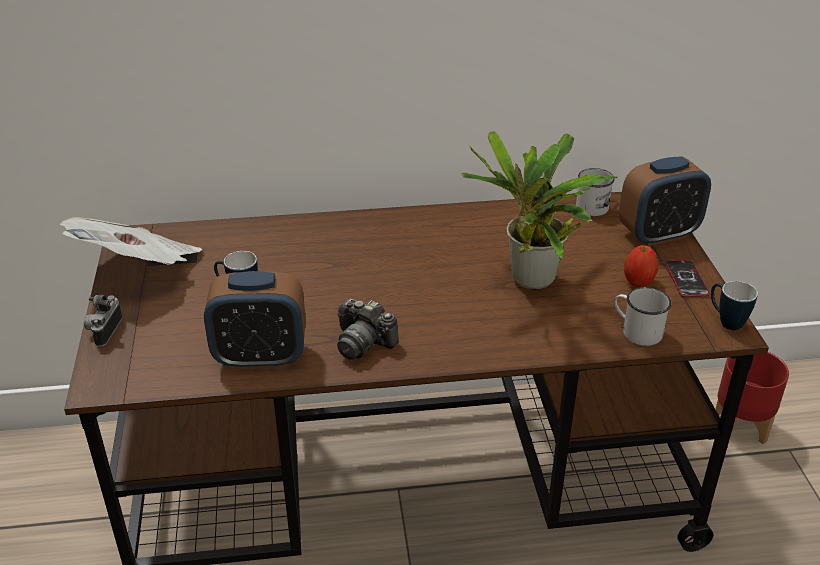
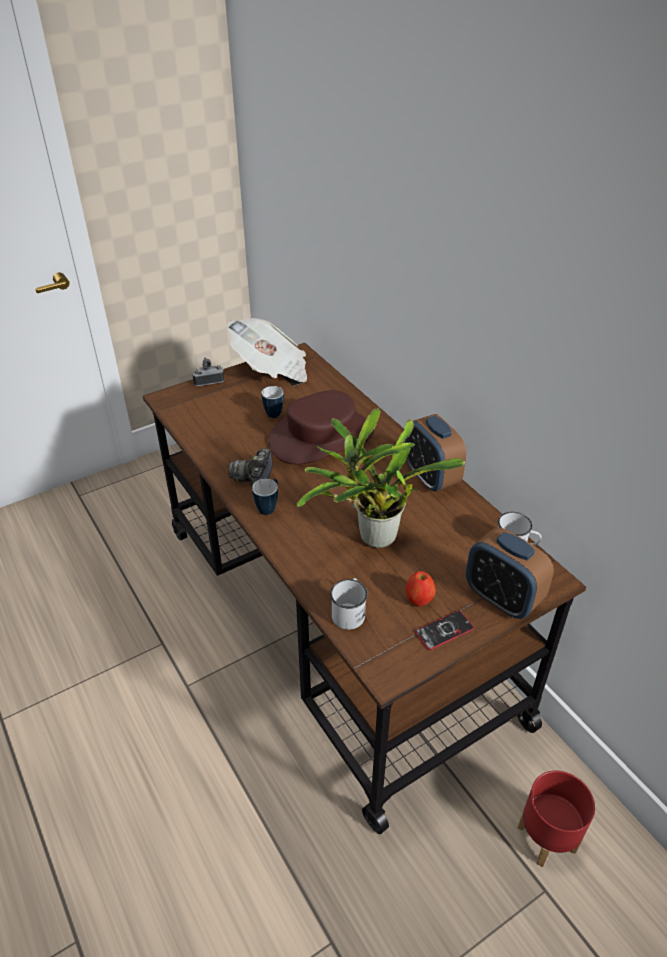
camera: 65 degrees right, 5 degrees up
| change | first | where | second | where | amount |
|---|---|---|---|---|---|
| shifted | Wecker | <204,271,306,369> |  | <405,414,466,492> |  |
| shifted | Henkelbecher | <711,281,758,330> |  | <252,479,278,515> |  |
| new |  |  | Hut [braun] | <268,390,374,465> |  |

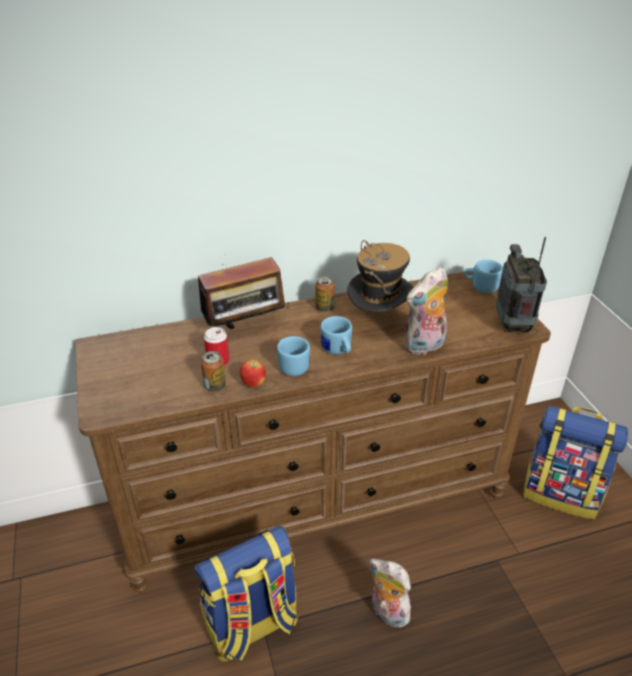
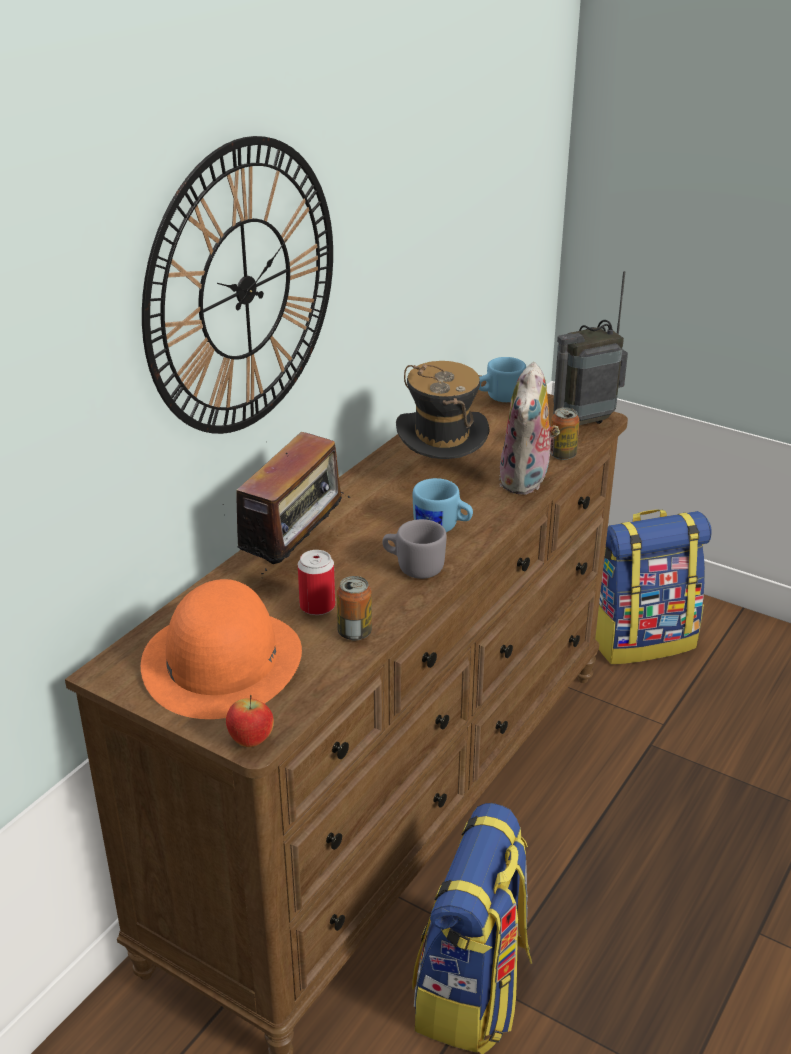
camera: 40 degrees left, 5 degrees down
| change | first | where | second | where | amount |
|---|---|---|---|---|---|
| shifted | Apfel | <239,359,266,387> |  | <226,695,274,747> |  |
| repainted | Henkelbecher [blau] | <277,336,310,376> | Henkelbecher [grau] | <382,519,447,579> |  |
| shifted | Dose | <316,276,335,312> |  | <551,407,580,460> |  |
| gone | Plüschtier | <369,559,411,628> |  |  |  |
| rotated | Radio | <496,237,547,333> |  | <553,271,628,425> | 75 degrees counterclockwise |
| new |  |  | Hut [orange] | <141,579,302,719> |  |
| new |  |  | Wanduhr | <142,136,333,434> |  |

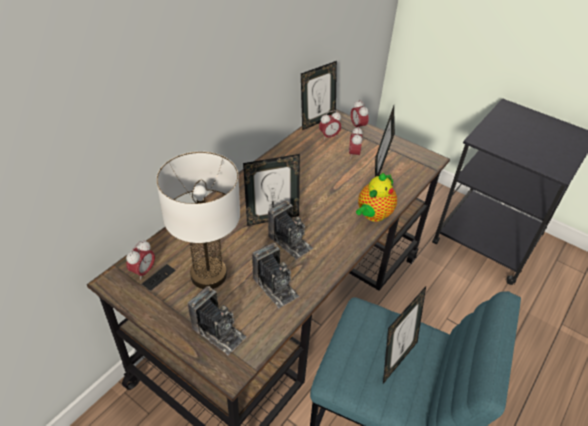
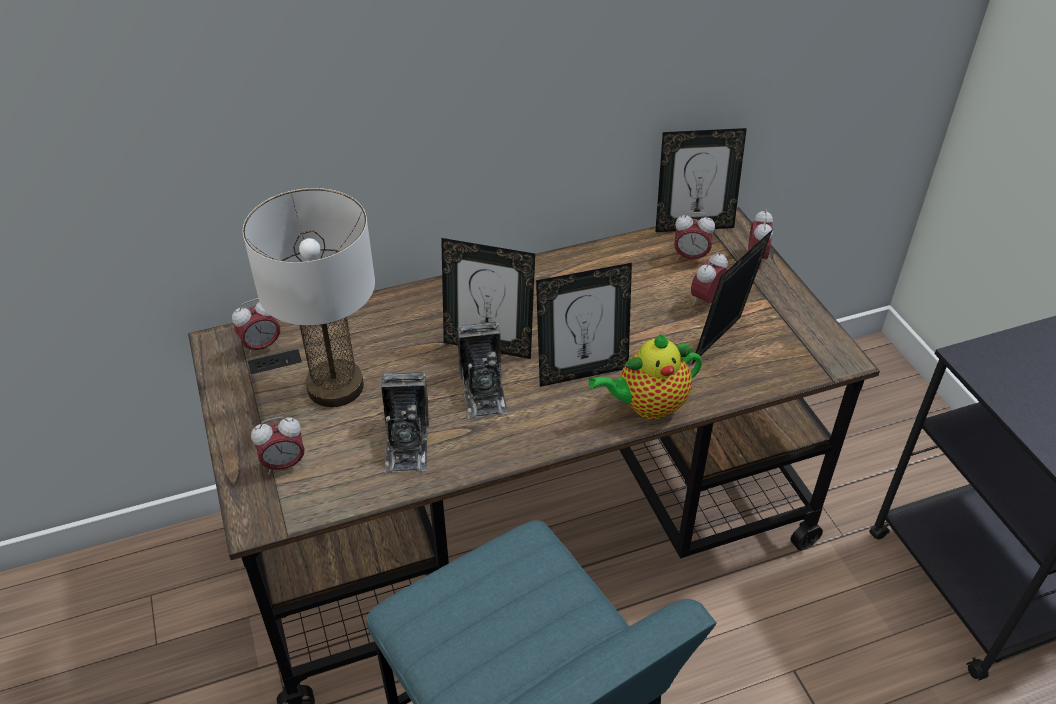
camera: 35 degrees right, 0 degrees up
| change | first | where | second | where | amount |
|---|---|---|---|---|---|
| swapped | Kamera | <188,286,247,355> | Wecker | <251,417,305,475> |  |
| shifted | Bilderrahmen | <383,286,426,384> |  | <536,263,632,387> |  |

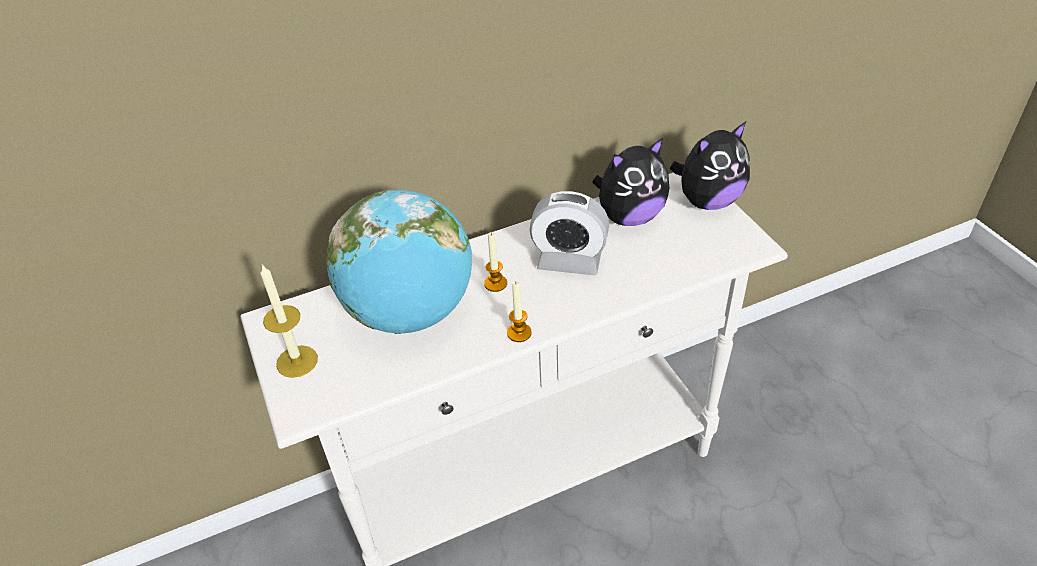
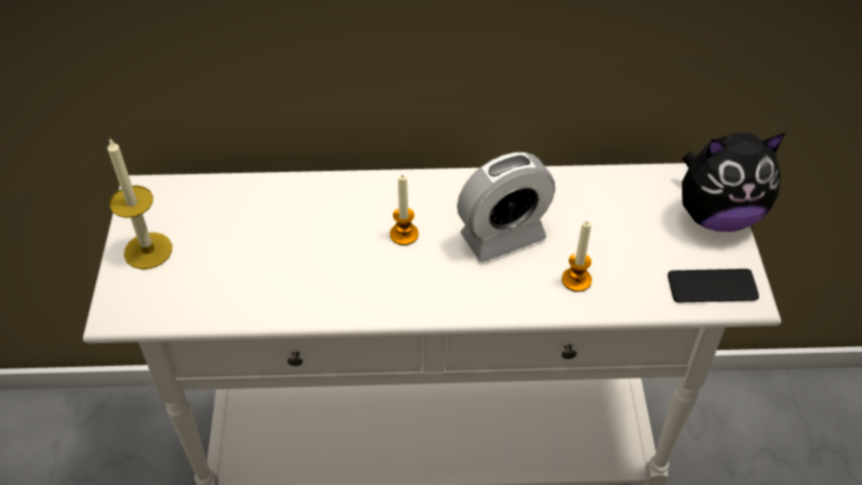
camera: 20 degrees right, 5 degrees up
| change | first | where | second | where | amount |
|---|---|---|---|---|---|
| gone | Globus | <326,189,472,334> |  |  |  |
| shifted | Kerze | <507,281,532,342> |  | <562,221,592,292> |  |
| rotated | Wecker | <530,191,609,276> |  | <457,152,555,262> | 60 degrees counterclockwise |
| gone | Plüschtier | <592,138,669,226> |  |  |  |
| new |  |  | Handy | <668,269,759,302> |  |

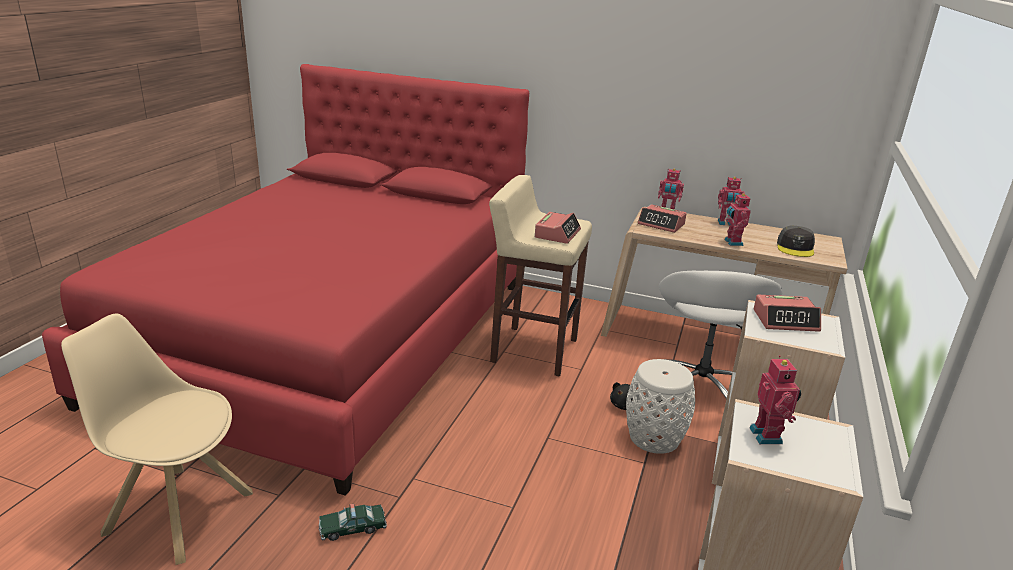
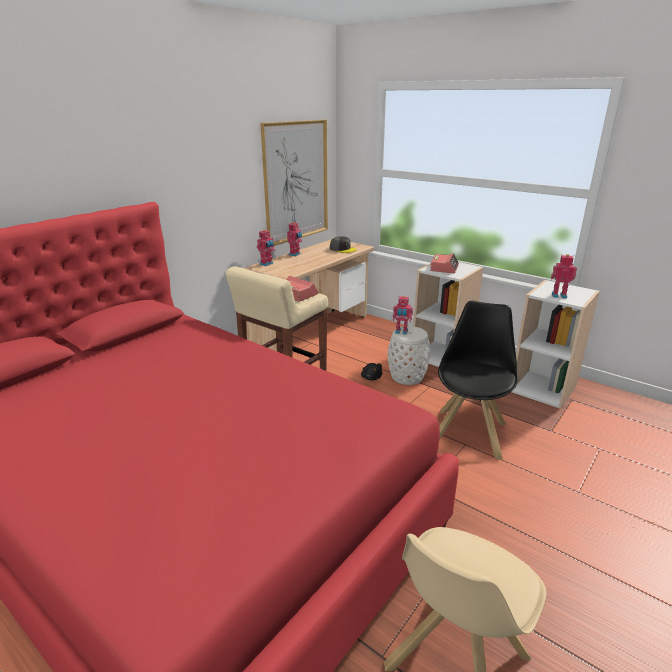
camera: 70 degrees left, 0 degrees up
| change | first | where | second | where | amount |
|---|---|---|---|---|---|
| gone | Spielzeugauto | <319,504,387,541> |  |  |  |
| gone | Wecker | <638,204,687,233> |  |  |  |
| gone | Bürostuhl [weiß] | <659,271,782,402> |  |  |  |
| shifted | Spielzeugroboter | <725,192,751,246> |  | <393,296,413,335> |  |
| new |  |  | Bild | <260,120,328,246> |  |
| new |  |  | Stuhl [schwarz] | <438,301,518,460> |  |

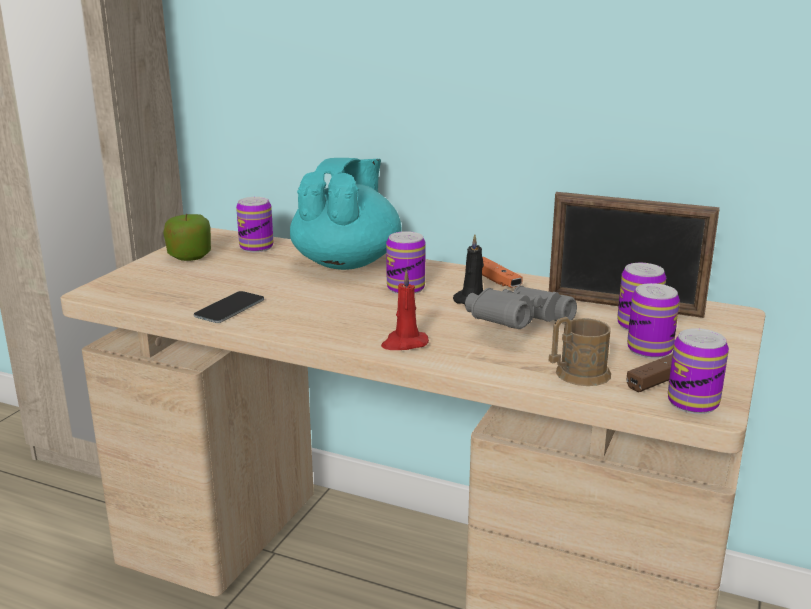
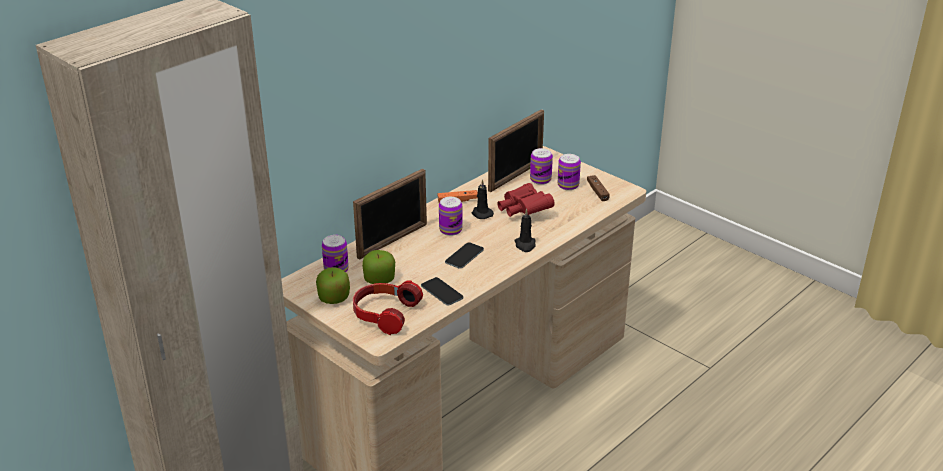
camera: 70 degrees left, 10 degrees up
| change | first | where | second | where | amount |
|---|---|---|---|---|---|
| swapped | Teekanne [türkis] | <290,158,401,270> | Bilderrahmen | <353,169,427,260> |  |
| repainted | Kerze [rot] | <381,270,429,350> | Kerze [schwarz] | <514,209,536,252> |  |
| repainted | Fernglas [grau] | <465,285,577,329> | Fernglas [rot] | <497,183,555,217> |  |
| gone | Henkelbecher [braun] | <549,317,611,386> |  |  |  |
| gone | Dose | <668,328,729,414> |  |  |  |
| new |  |  | Kopfhörer | <353,280,423,335> |  |
| new |  |  | Apfel | <362,250,395,284> |  |
| new |  |  | Handy | <445,242,484,269> |  |

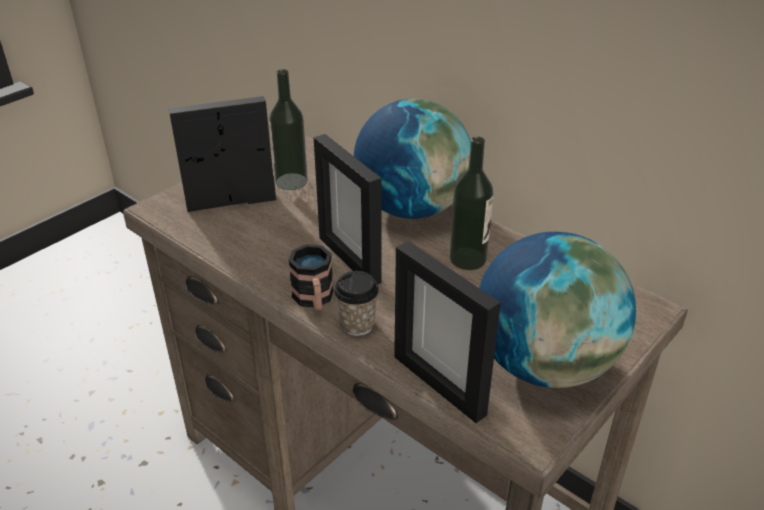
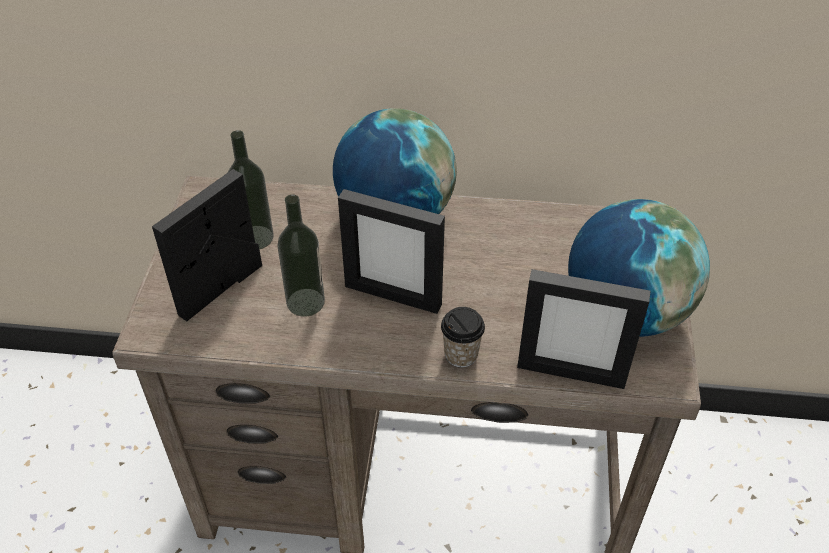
camera: 35 degrees left, 10 degrees up
| change | first | where | second | where | amount |
|---|---|---|---|---|---|
| gone | Henkelbecher | <288,244,333,311> |  |  |  |
| shifted | Flasche | <450,137,494,270> |  | <277,194,325,317> |  |

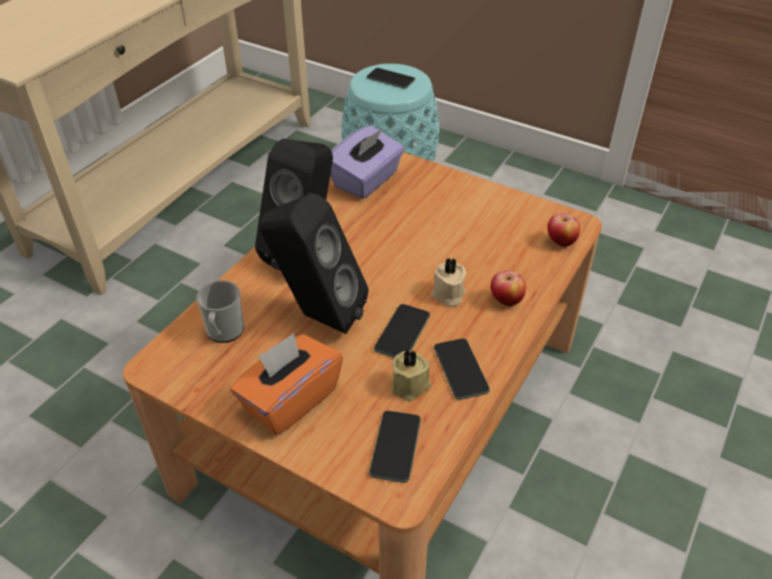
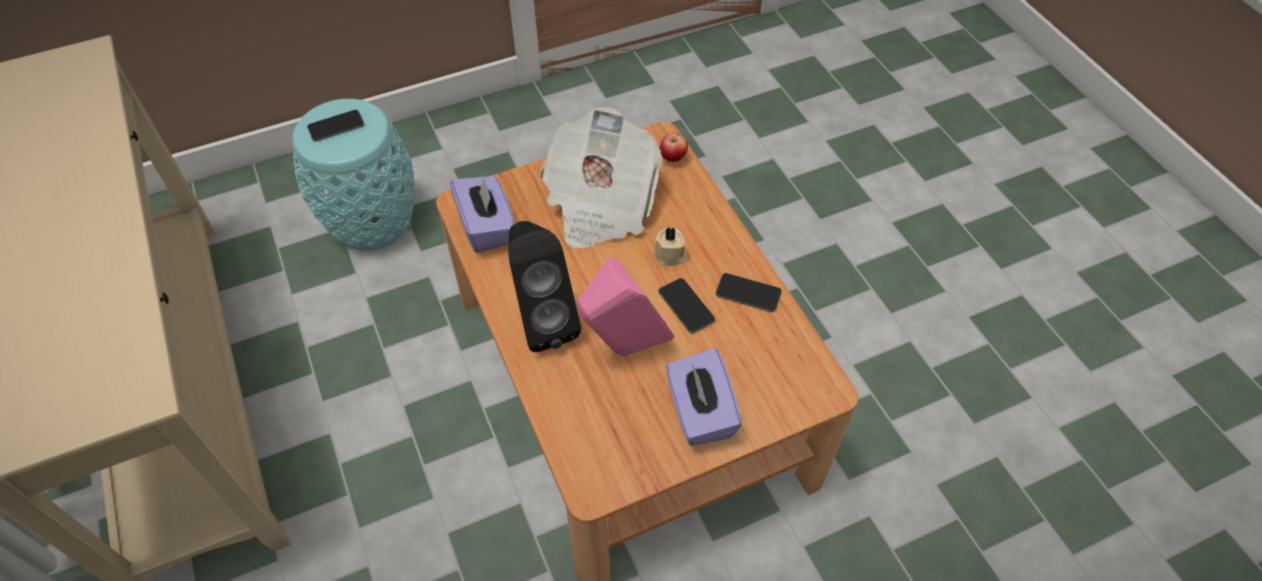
camera: 55 degrees left, 10 degrees up
| change | first | where | second | where | amount |
|---|---|---|---|---|---|
| gone | Henkelbecher | <196,280,244,343> |  |  |  |
| repainted | Taschentuchbox [orange] | <230,333,343,435> | Taschentuchbox [lila] | <666,348,742,446> |  |
| repainted | Lautsprecher [schwarz] | <260,193,369,334> | Lautsprecher [rosa] | <577,257,674,356> |  |
| gone | Handy | <369,411,421,483> |  |  |  |
| gone | Kerze [beige] | <392,350,431,401> |  |  |  |
| gone | Apfel | <491,270,526,306> |  |  |  |
| new |  |  | Zeitung | <541,107,663,248> |  |

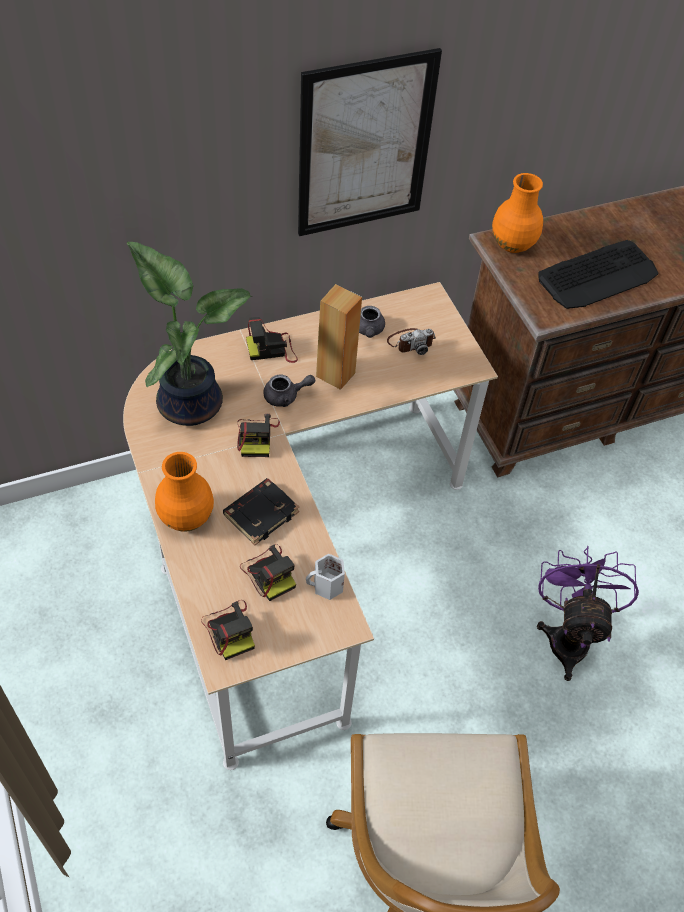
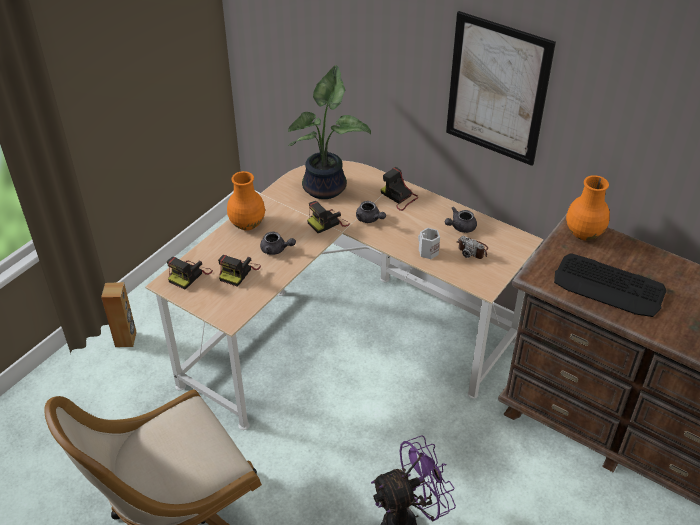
camera: 60 degrees right, 10 degrees down
| change | first | where | second | where | amount |
|---|---|---|---|---|---|
| swapped | Buch [schwarz] | <223,478,299,545> | Teekanne [grau] | <260,232,296,255> |  |
| shifted | Henkelbecher [weiß] | <306,554,345,600> |  | <418,228,440,259> |  |
| shifted | Lautsprecher [braun] | <316,284,362,390> |  | <101,282,137,347> |  |

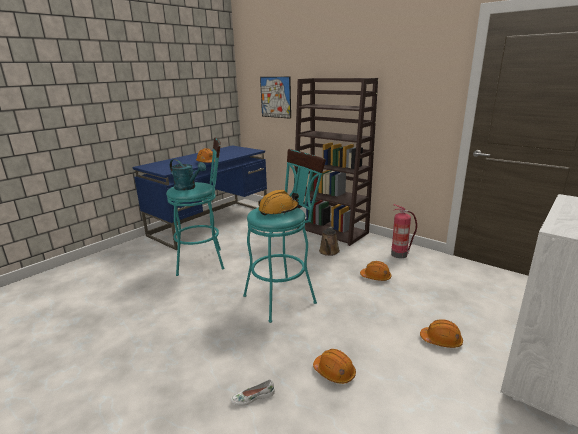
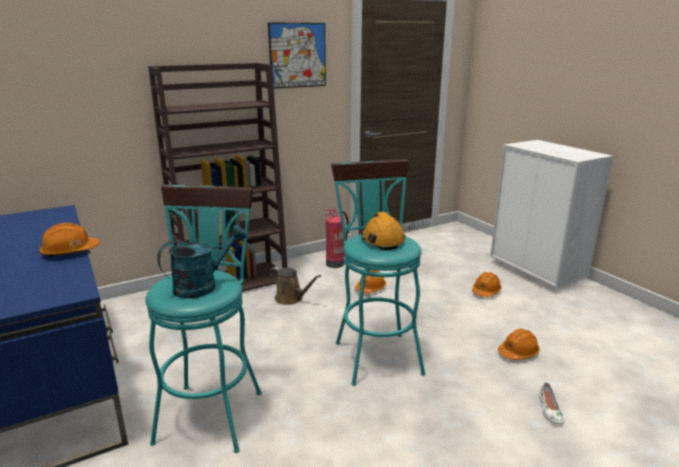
camera: 70 degrees left, 0 degrees up
| change | first | where | second | where | amount |
|---|---|---|---|---|---|
| shifted | Bild | <260,77,291,119> |  | <268,22,326,89> |  |

